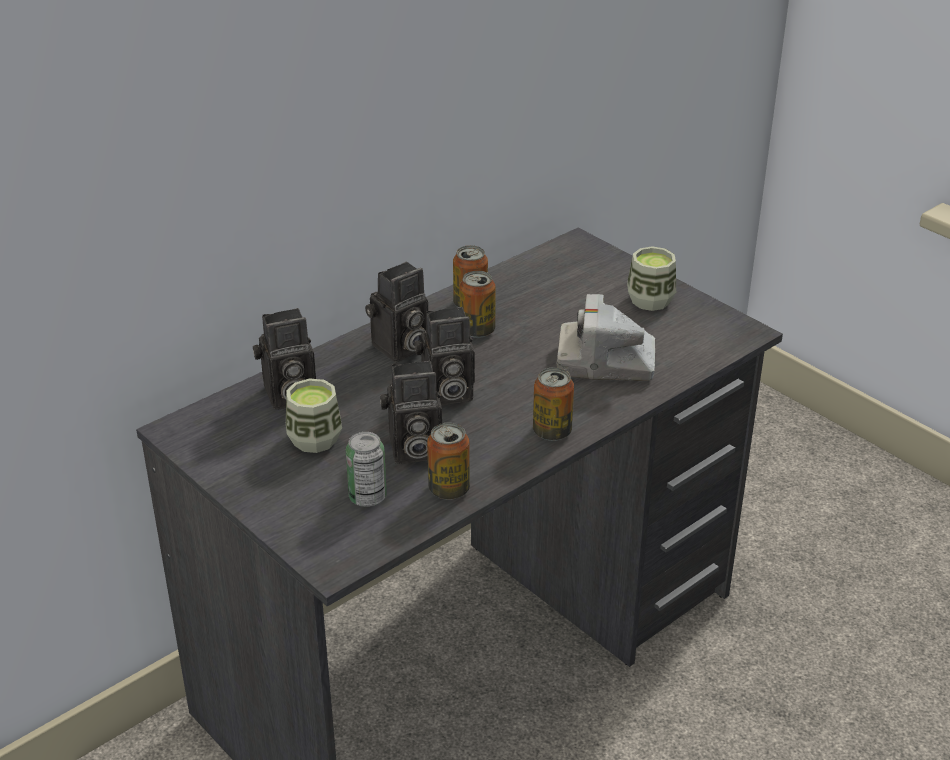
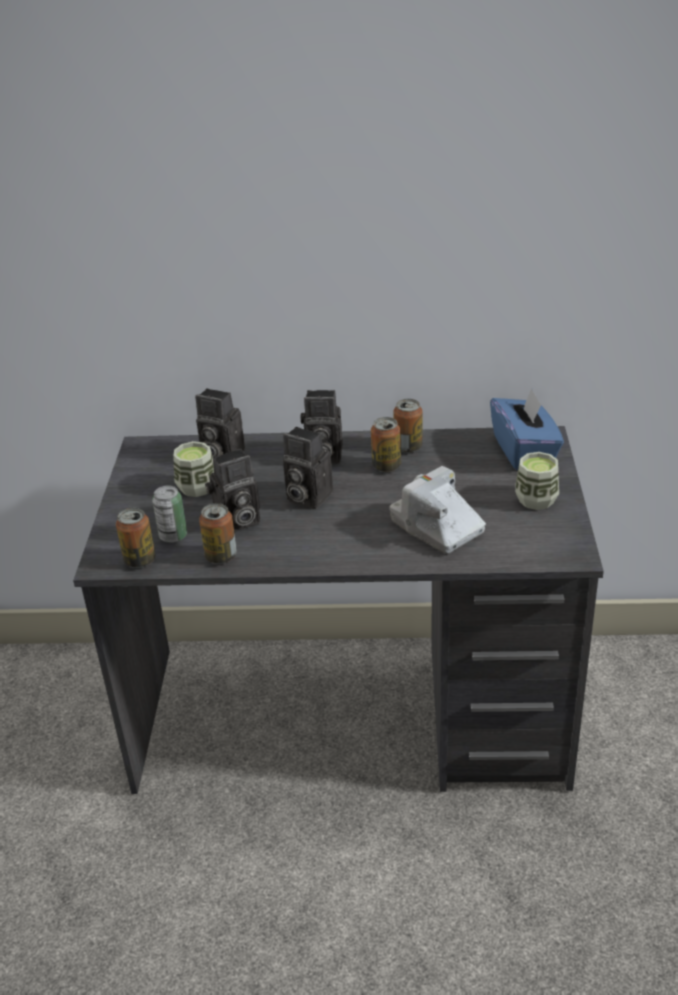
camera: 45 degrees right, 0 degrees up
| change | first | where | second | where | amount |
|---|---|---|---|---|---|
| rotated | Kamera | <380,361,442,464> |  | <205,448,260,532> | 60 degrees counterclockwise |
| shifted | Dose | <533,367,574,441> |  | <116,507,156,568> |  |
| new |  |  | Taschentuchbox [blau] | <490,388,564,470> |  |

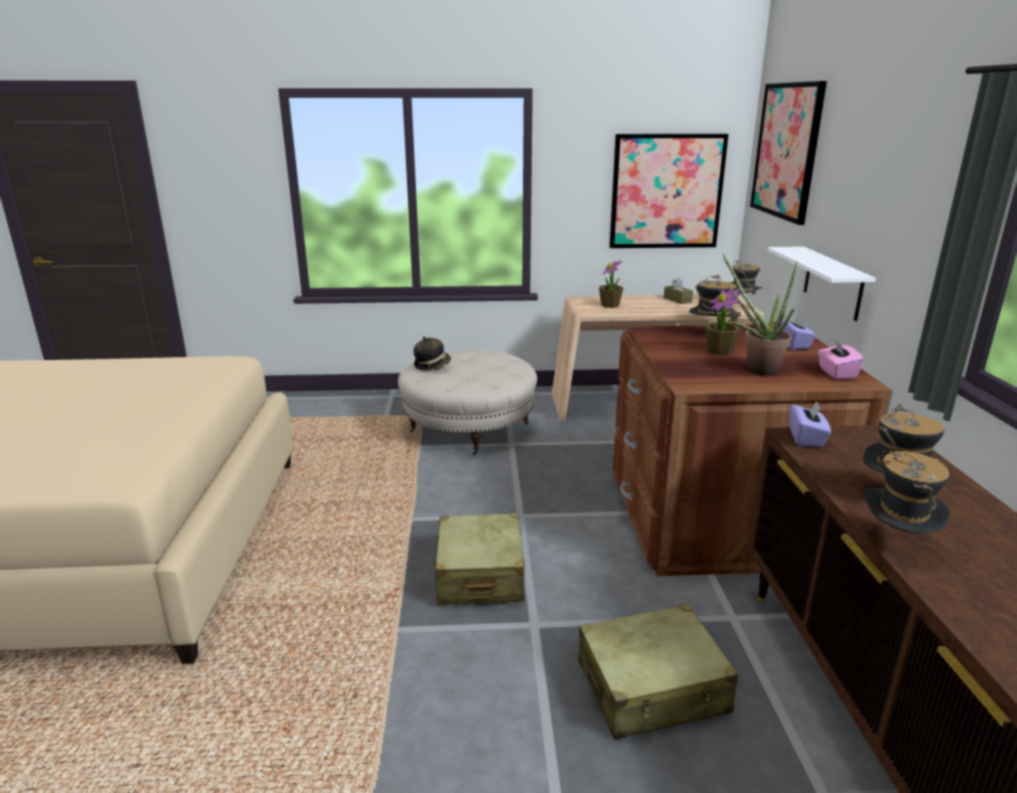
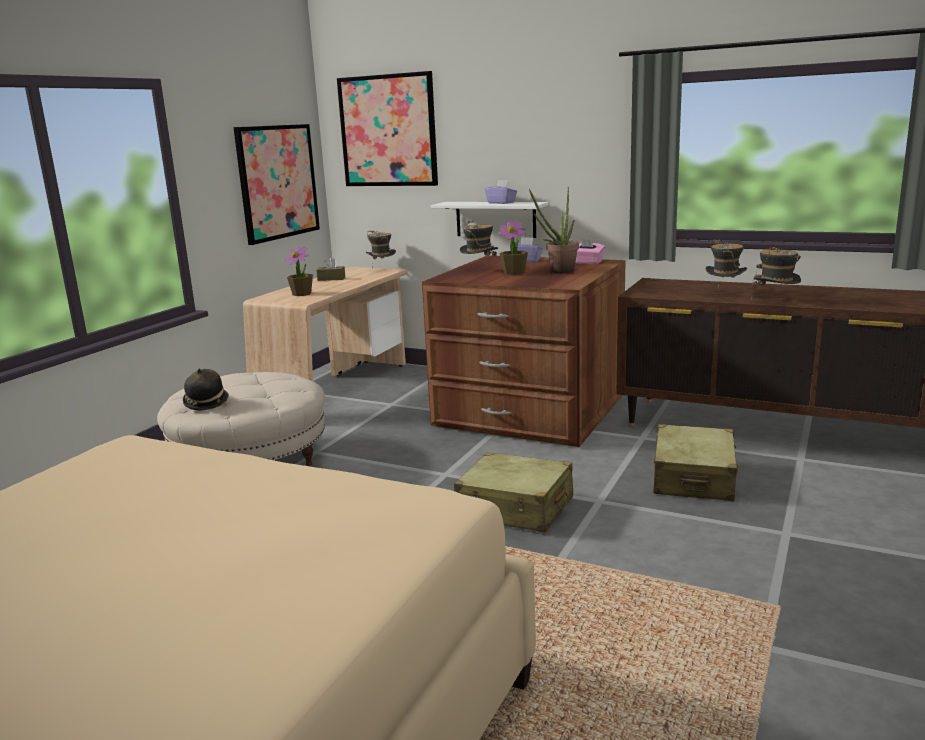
camera: 60 degrees left, 5 degrees down
| change | first | where | second | where | amount |
|---|---|---|---|---|---|
| shifted | Taschentuchbox [lila] | <789,401,831,447> |  | <485,180,517,204> |  |

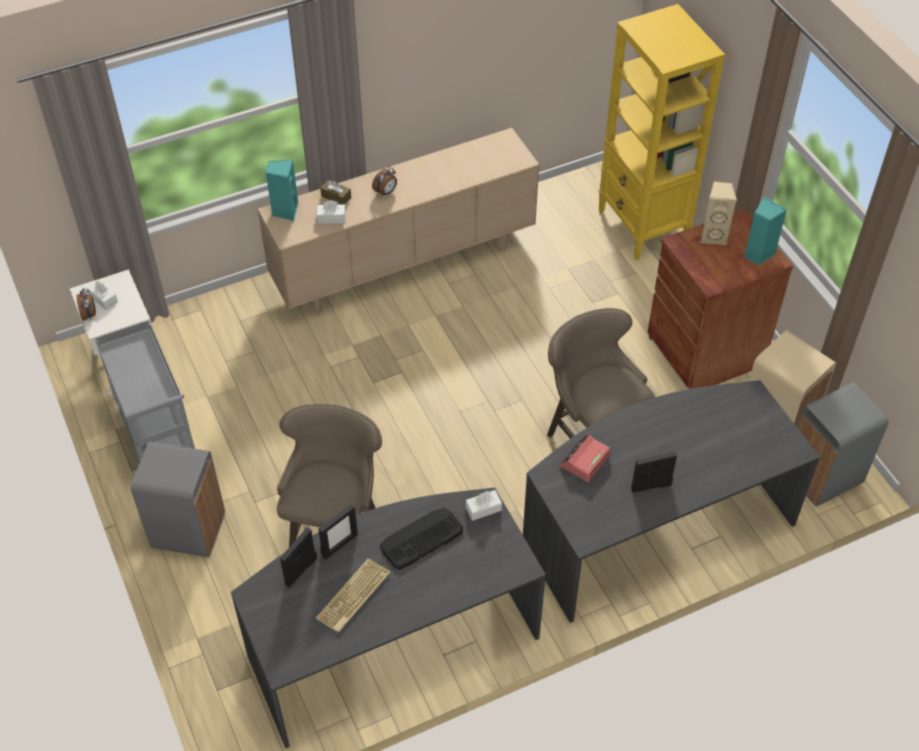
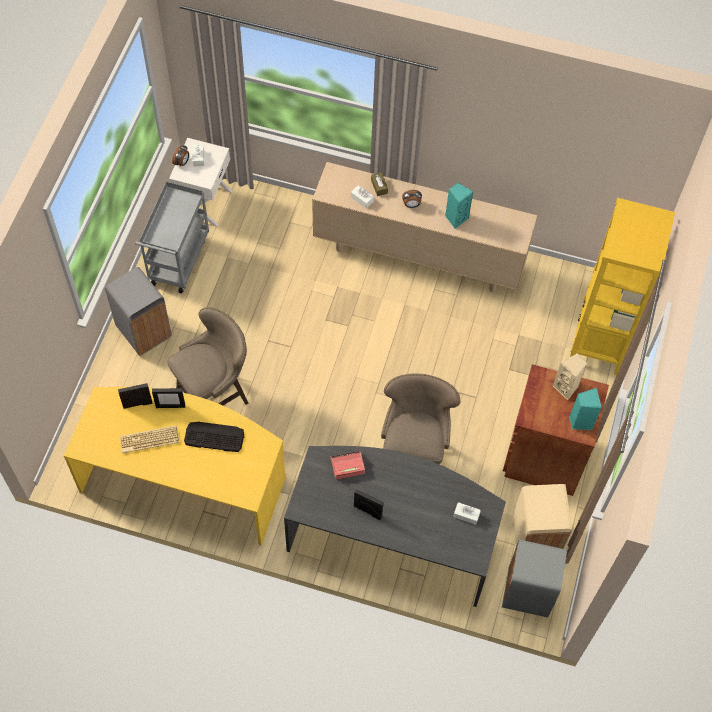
camera: 40 degrees right, 10 degrees up
| change | first | where | second | where | amount |
|---|---|---|---|---|---|
| repainted | Schreibtisch [grau] | <231,488,546,748> | Schreibtisch [gelb] | <64,387,285,546> |  |
| shifted | Lautsprecher [türkis] | <265,159,298,221> |  | <445,183,473,229> |  |
| shifted | Taschentuchbox [weiß] | <466,490,502,521> |  | <453,502,481,525> |  |

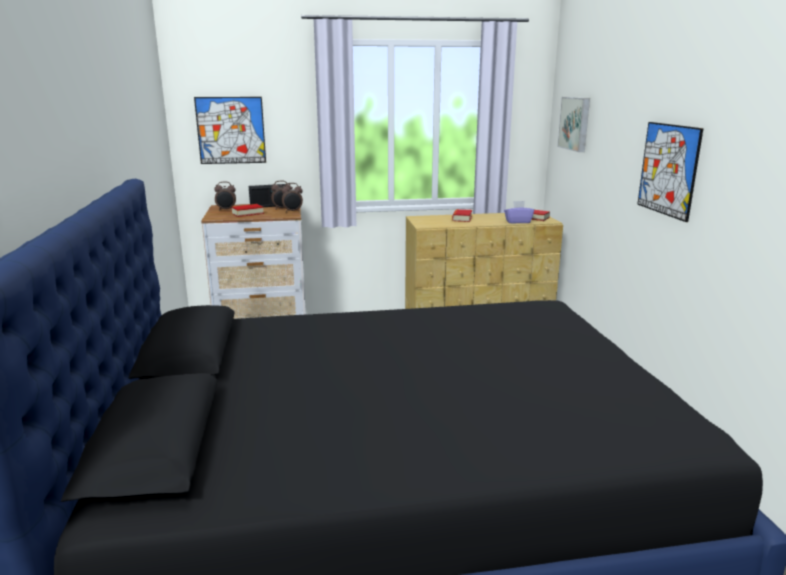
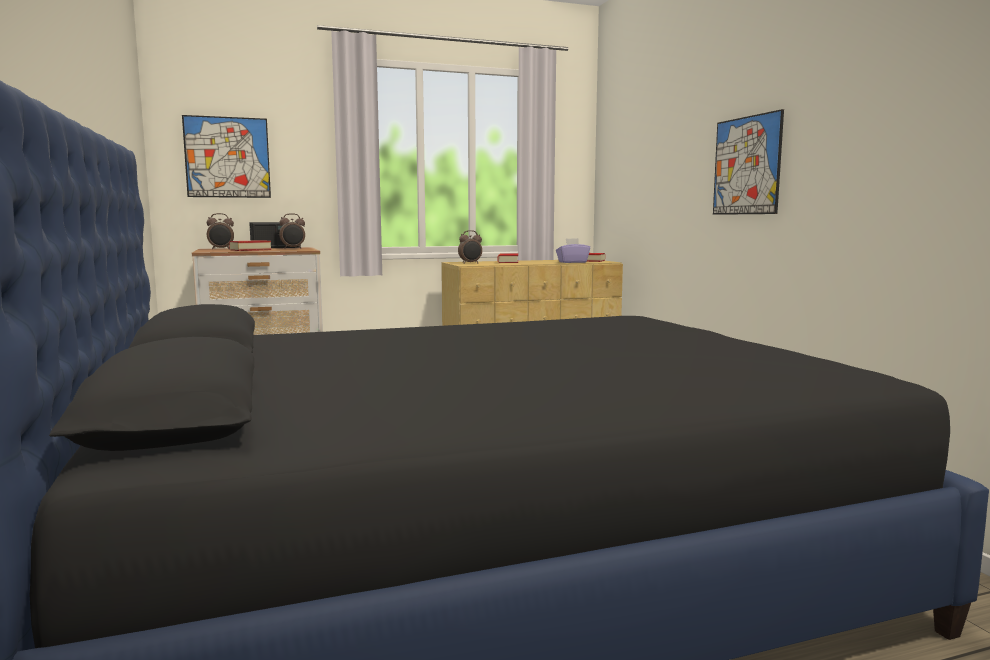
camera: 10 degrees left, 10 degrees down
| change | first | where | second | where | amount |
|---|---|---|---|---|---|
| shifted | Wecker | <282,183,303,212> |  | <458,230,482,264> |  |
| gone | Bild | <557,97,590,152> |  |  |  |

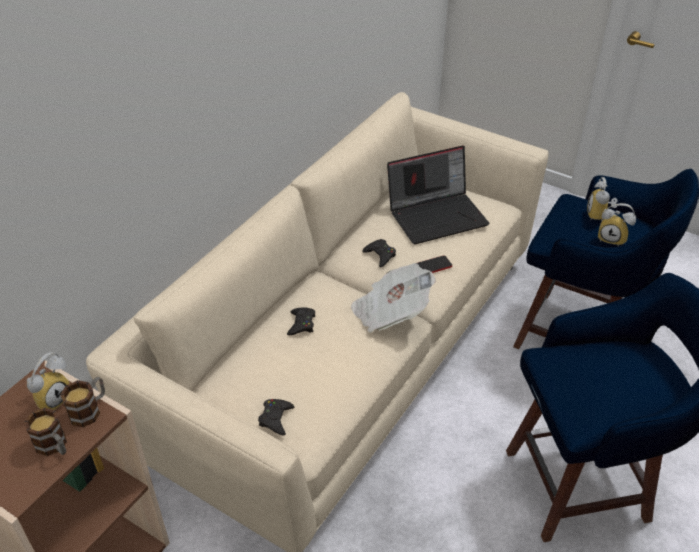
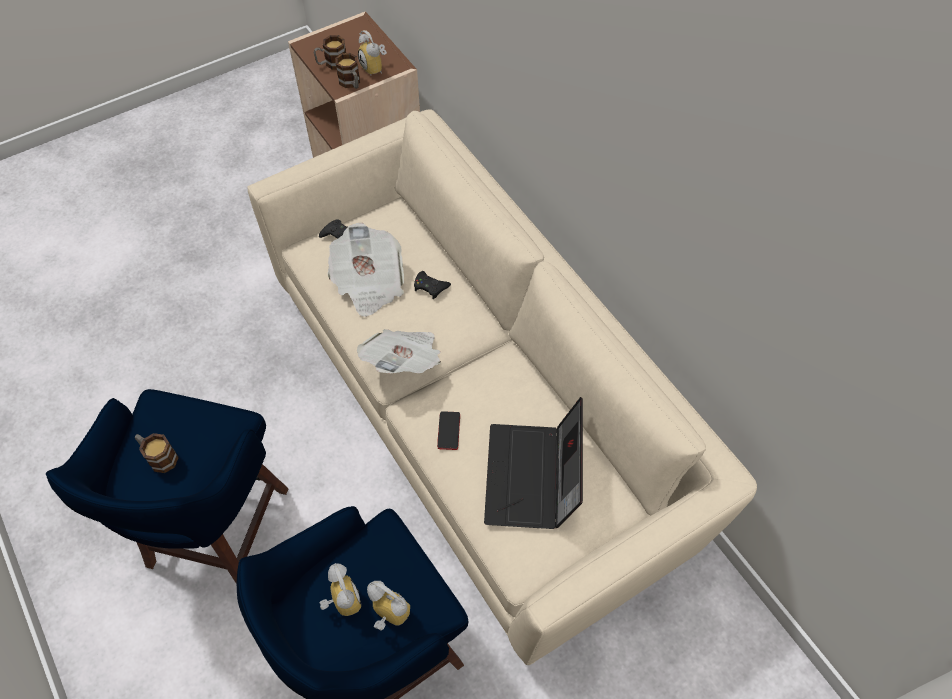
camera: 115 degrees right, 15 degrees up
| change | first | where | second | where | amount |
|---|---|---|---|---|---|
| gone | Gamepad [schwarz] | <362,239,396,267> |  |  |  |
| rotated | Wecker | <598,203,636,247> |  | <320,563,361,616> | 105 degrees clockwise |
| new |  |  | Henkelbecher | <135,433,179,473> |  |
| new |  |  | Zeitung | <327,223,404,317> |  |

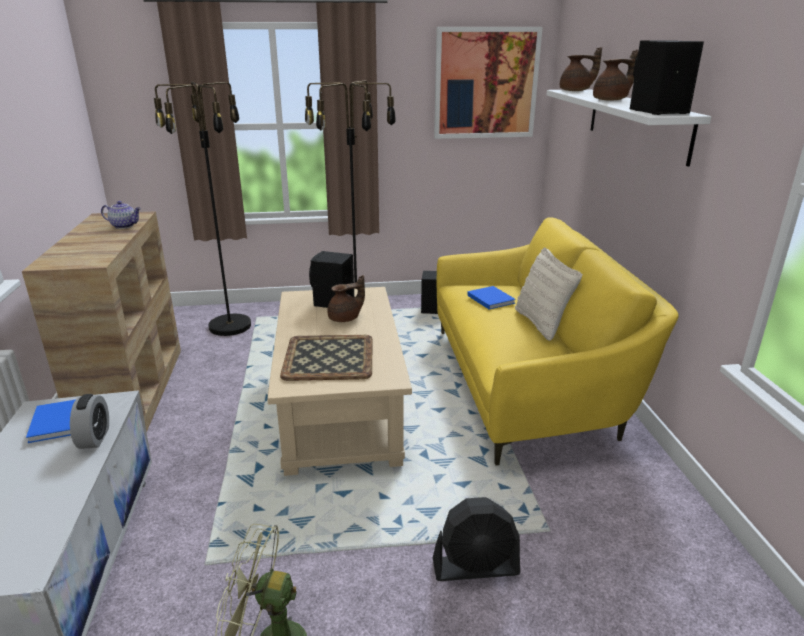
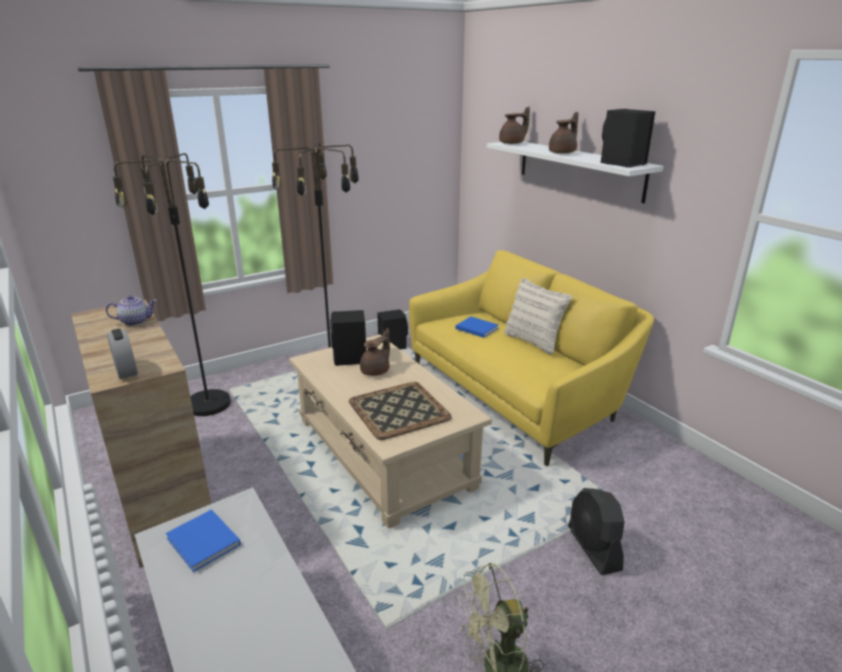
camera: 25 degrees left, 0 degrees up
| change | first | where | second | where | amount |
|---|---|---|---|---|---|
| shifted | Wecker | <70,394,109,449> |  | <107,329,138,379> |  |
| rotated | Ventilator [schwarz] | <433,497,520,581> |  | <568,488,625,575> | 105 degrees clockwise |
| gone | Bild | <434,27,543,139> |  |  |  |

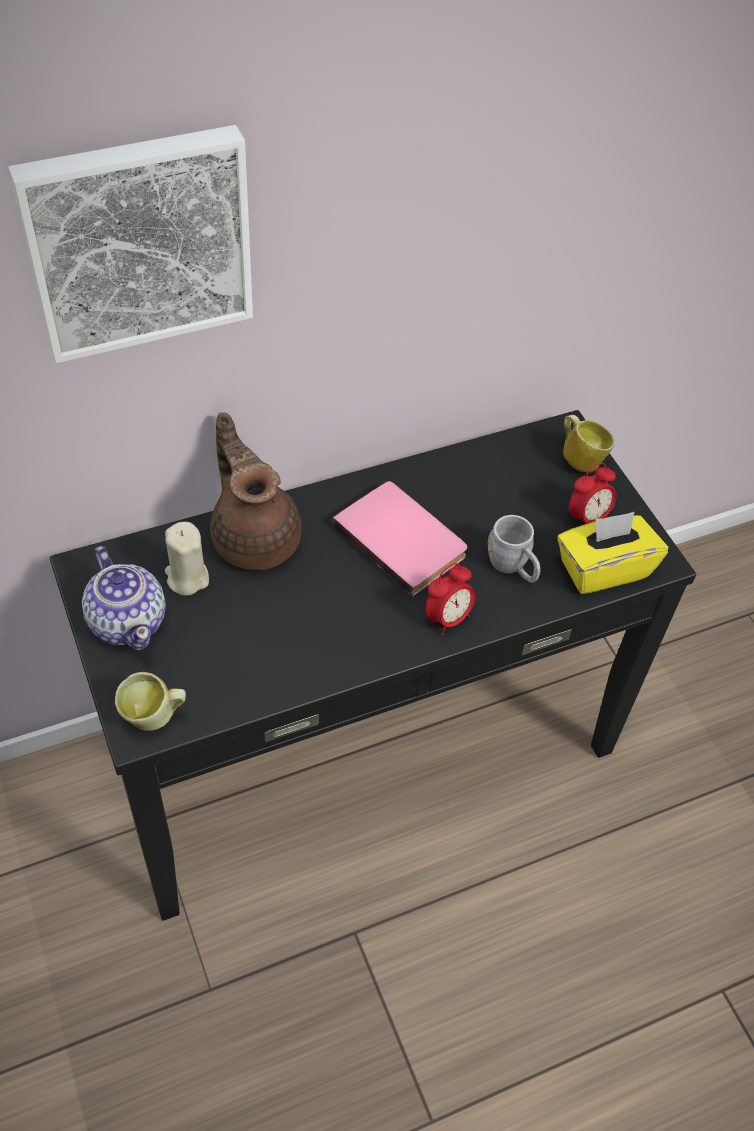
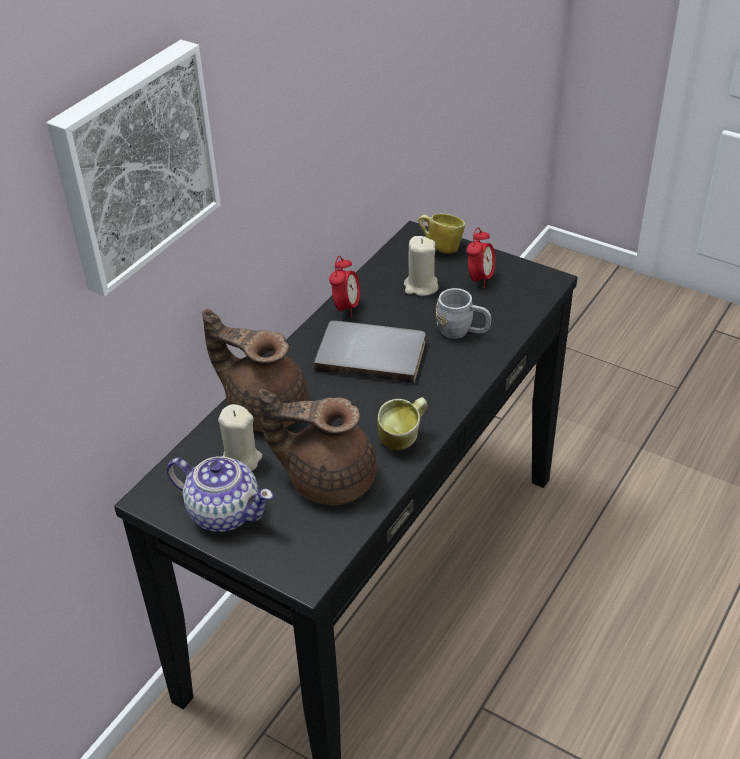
camera: 30 degrees left, 10 degrees down
| change | first | where | second | where | amount |
|---|---|---|---|---|---|
| shifted | Henkelbecher | <115,672,186,731> |  | <377,397,427,450> |  |
| repainted | Buch [rosa] | <332,481,467,597> | Buch [grau] | <314,320,426,384> |  |
| shifted | Wecker | <425,563,475,635> |  | <329,256,360,317> |  |
| gone | Taschentuchbox [gelb] | <557,512,668,594> |  |  |  |
| new |  |  | Teekanne [braun] | <259,389,377,505> |  |
| new |  |  | Kerze [beige] | <404,236,439,296> |  |

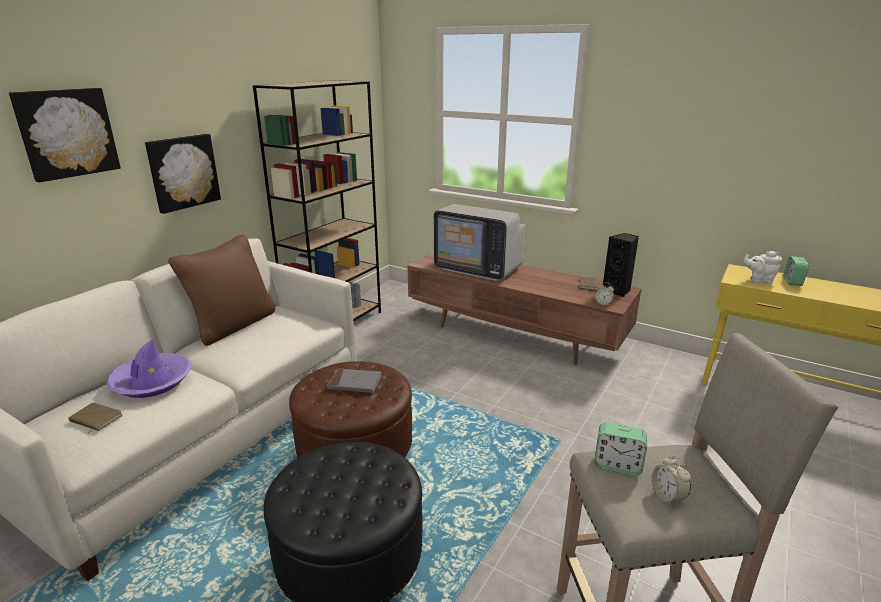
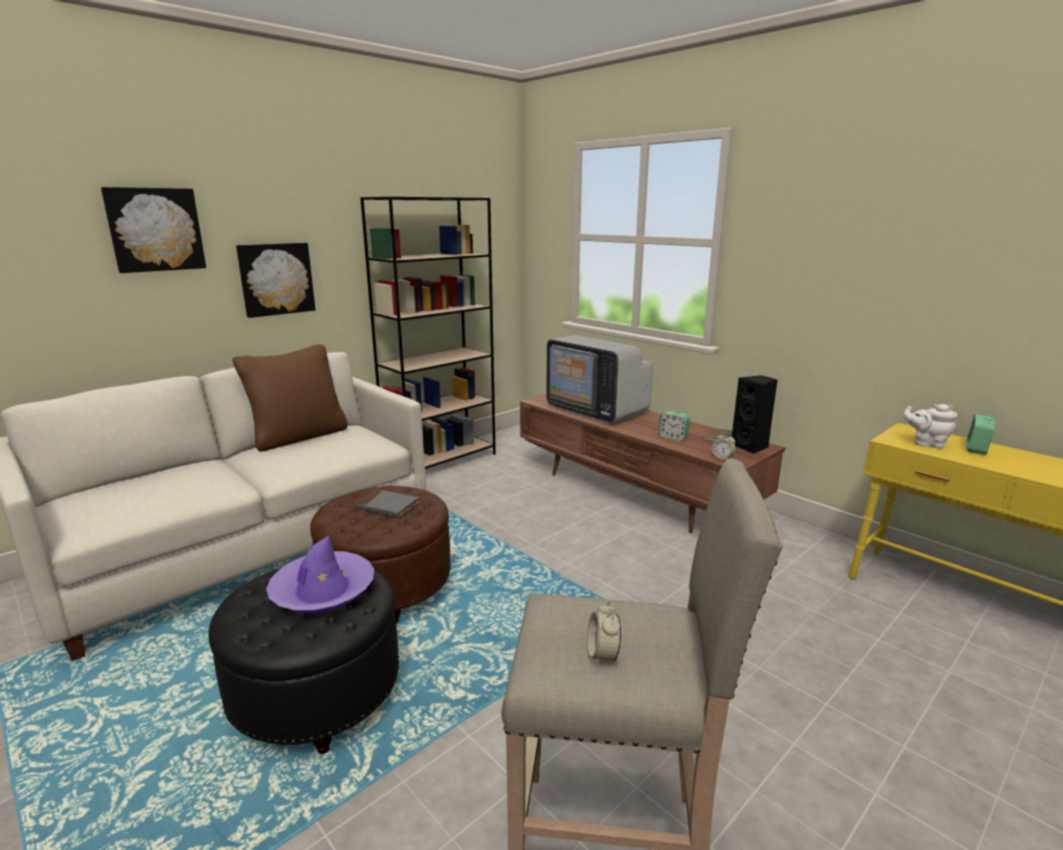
camera: 15 degrees right, 5 degrees down
| change | first | where | second | where | amount |
|---|---|---|---|---|---|
| gone | Buch [braun] | <68,403,123,433> |  |  |  |
| shifted | Hut [lila] | <106,339,192,398> |  | <266,536,374,614> |  |
| shifted | Wecker | <595,422,647,476> |  | <659,411,690,441> |  |

